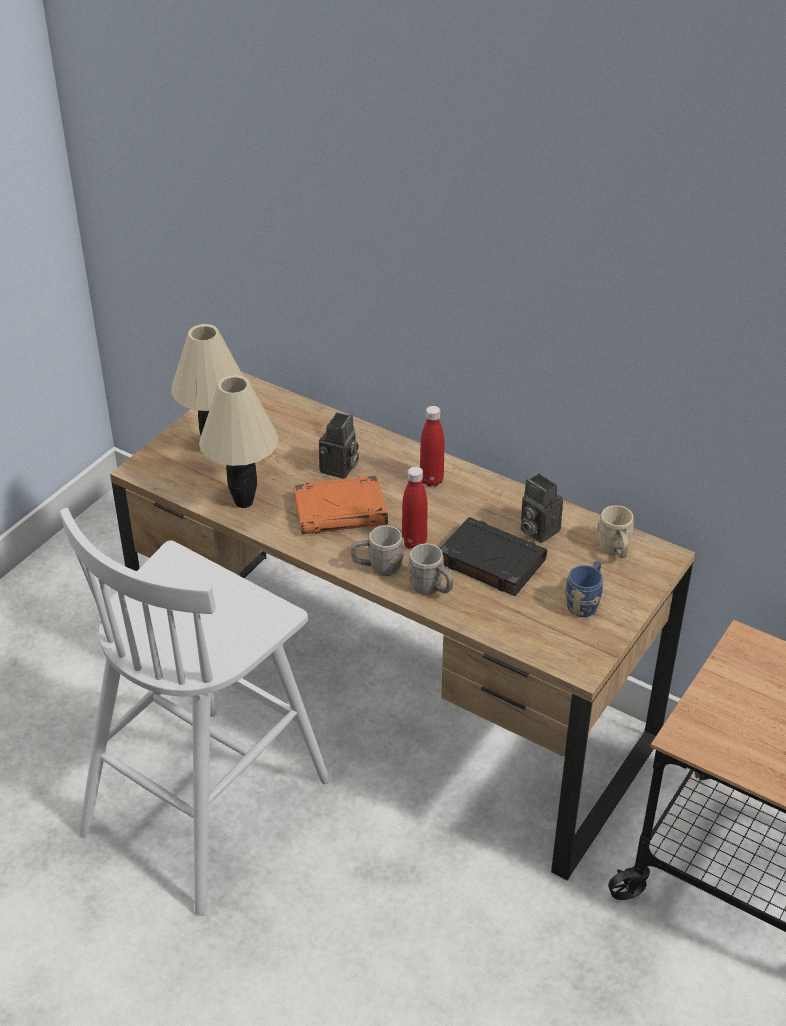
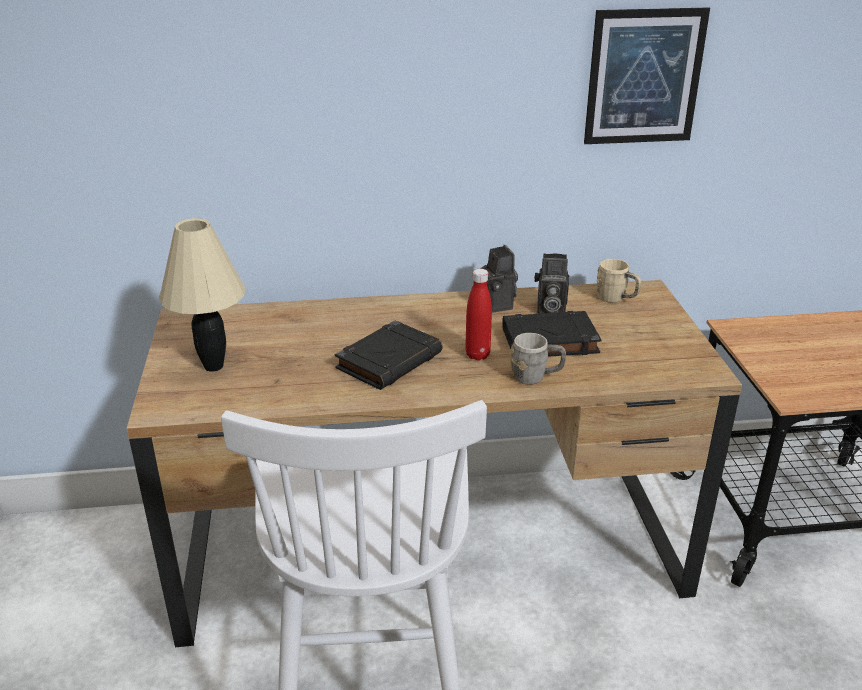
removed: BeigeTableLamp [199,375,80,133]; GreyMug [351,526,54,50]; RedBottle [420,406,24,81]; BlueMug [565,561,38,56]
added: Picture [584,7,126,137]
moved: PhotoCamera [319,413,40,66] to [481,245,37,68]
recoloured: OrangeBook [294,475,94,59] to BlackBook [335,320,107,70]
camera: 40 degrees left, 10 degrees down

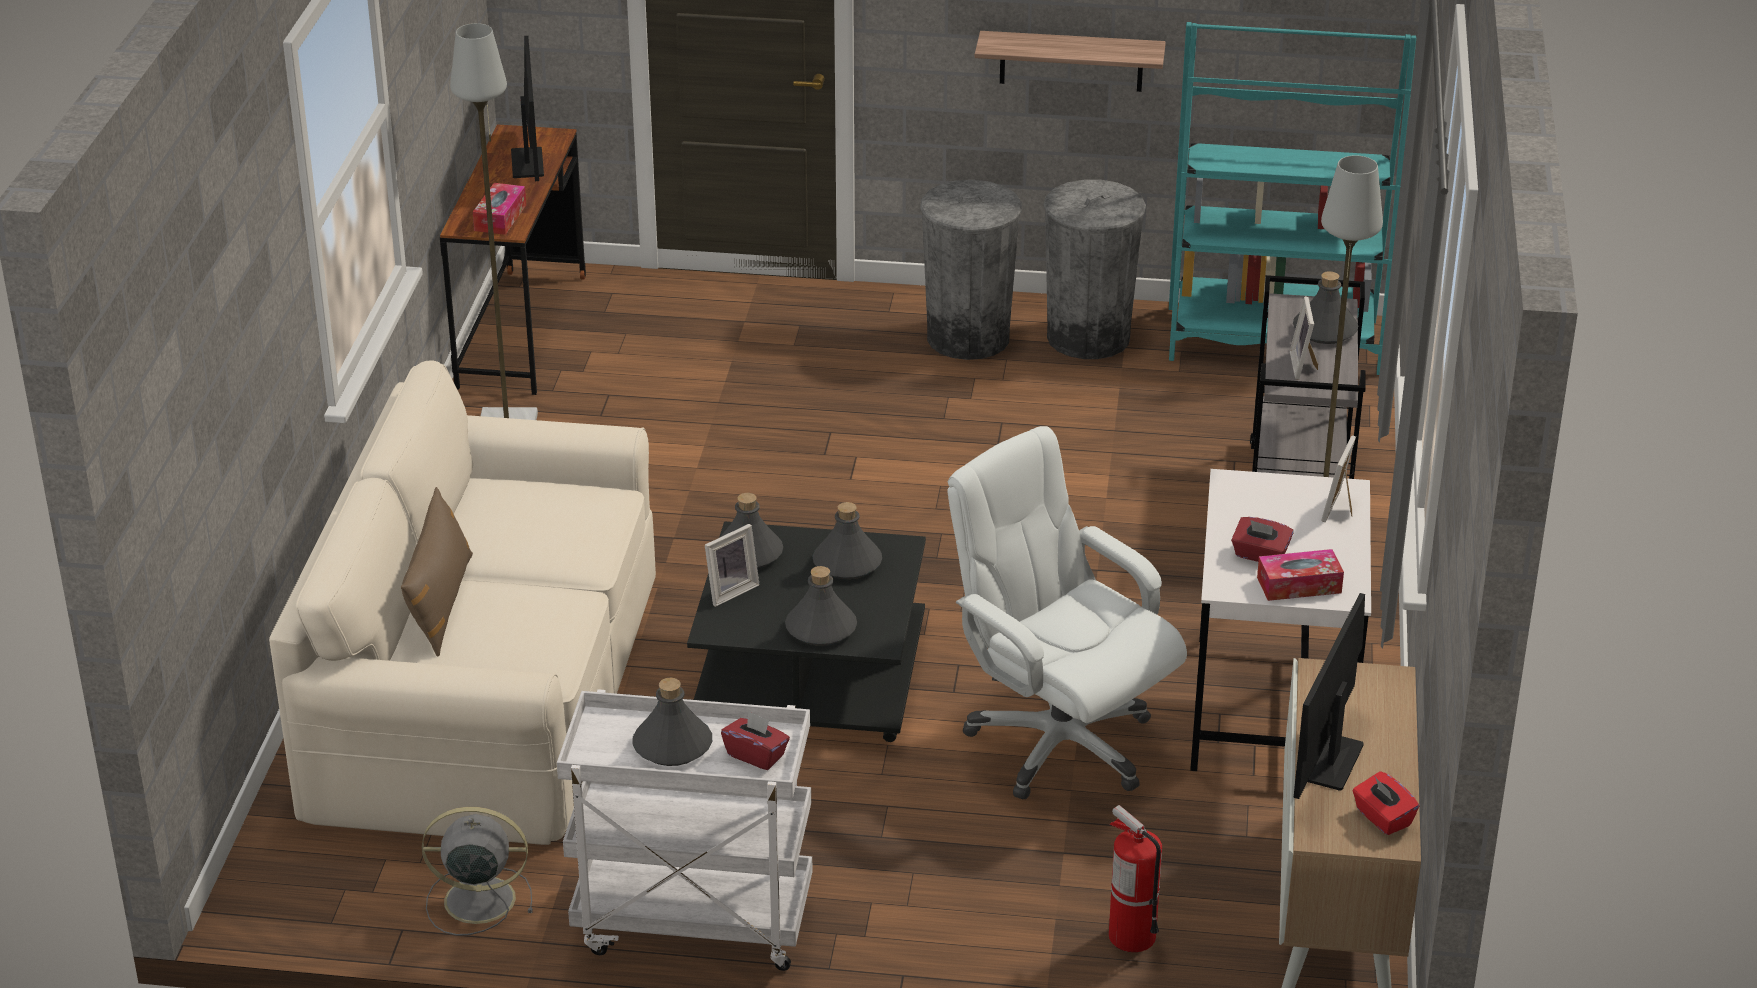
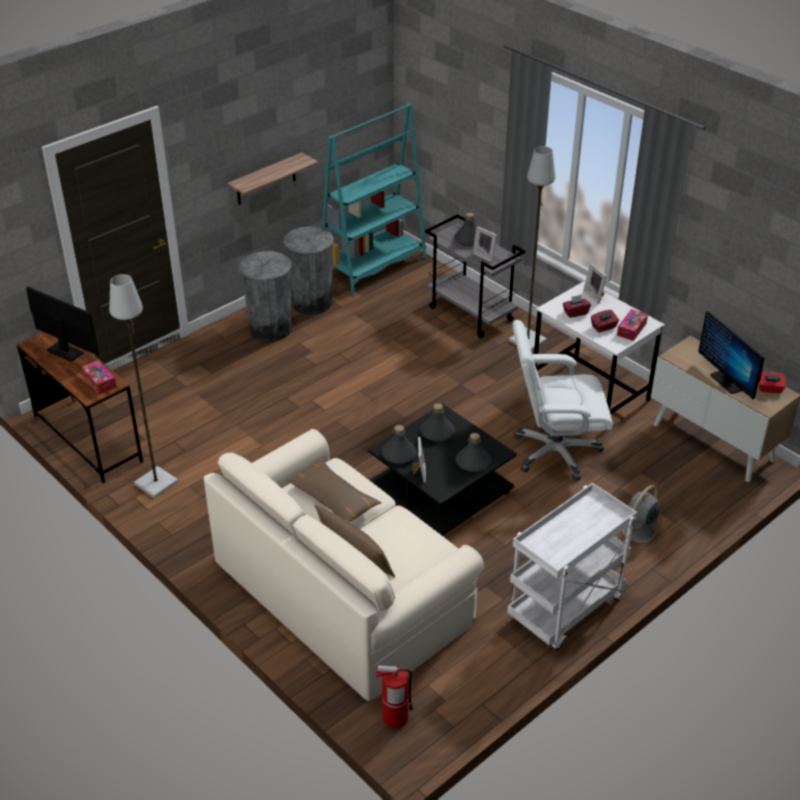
removed: GreyBottle [633,678,79,88]
added: BrownPillow [286,458,95,64]
moved: FireExtinguisher [1109,805,53,147] to [375,665,38,63]; RedTissueBox [721,711,69,59] to [563,295,28,23]; GreyFan [422,807,111,129] to [616,485,46,65]
camera: 50 degrees left, 5 degrees up

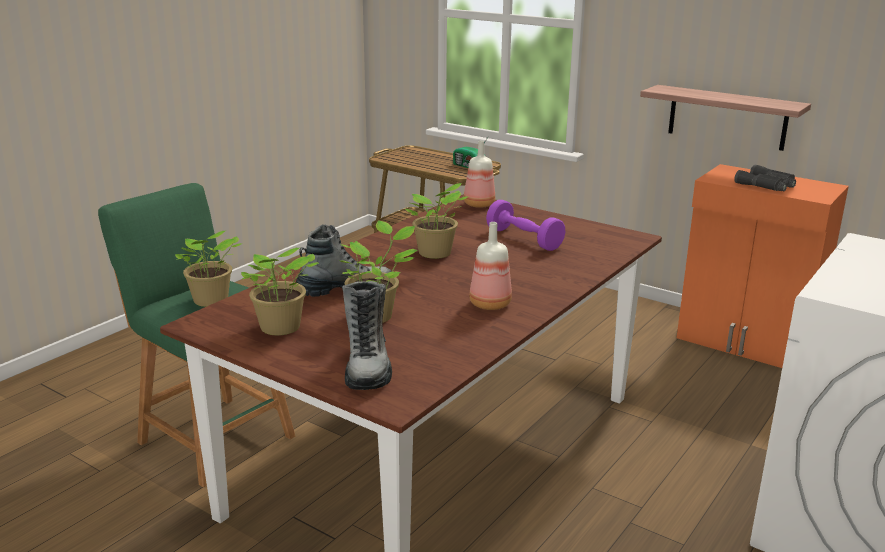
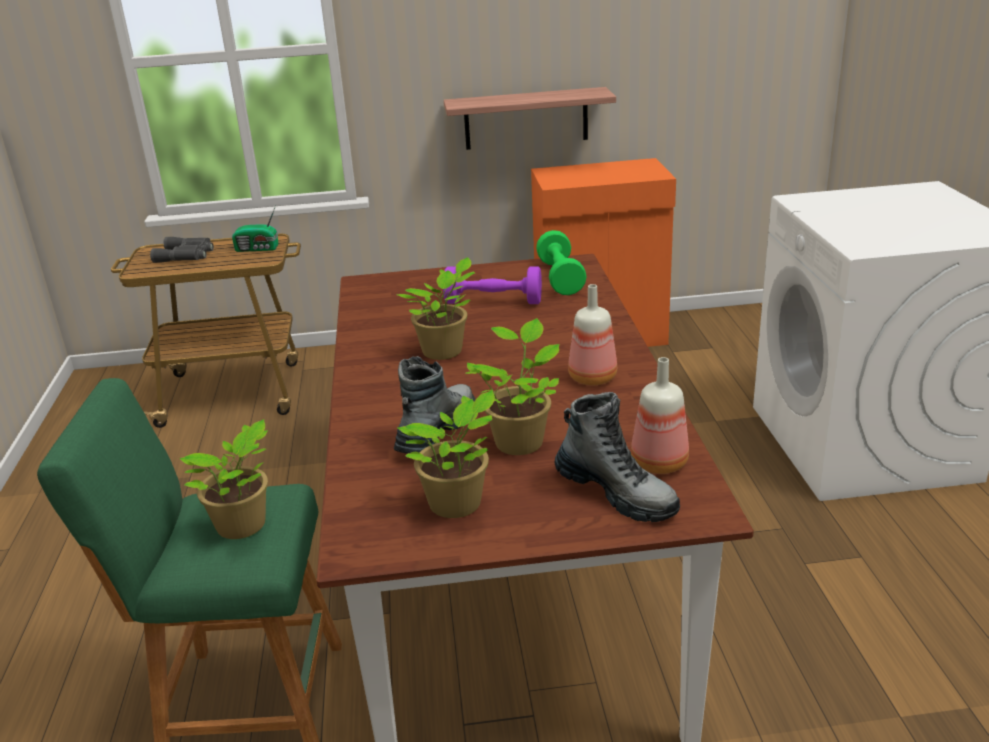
added: GreenDumbbell [536,230,51,65]
moved: GreyBinoculars [734,165,62,26] to [150,237,64,26]; Bottle [464,140,31,68] to [631,357,58,117]
camera: 40 degrees left, 5 degrees up

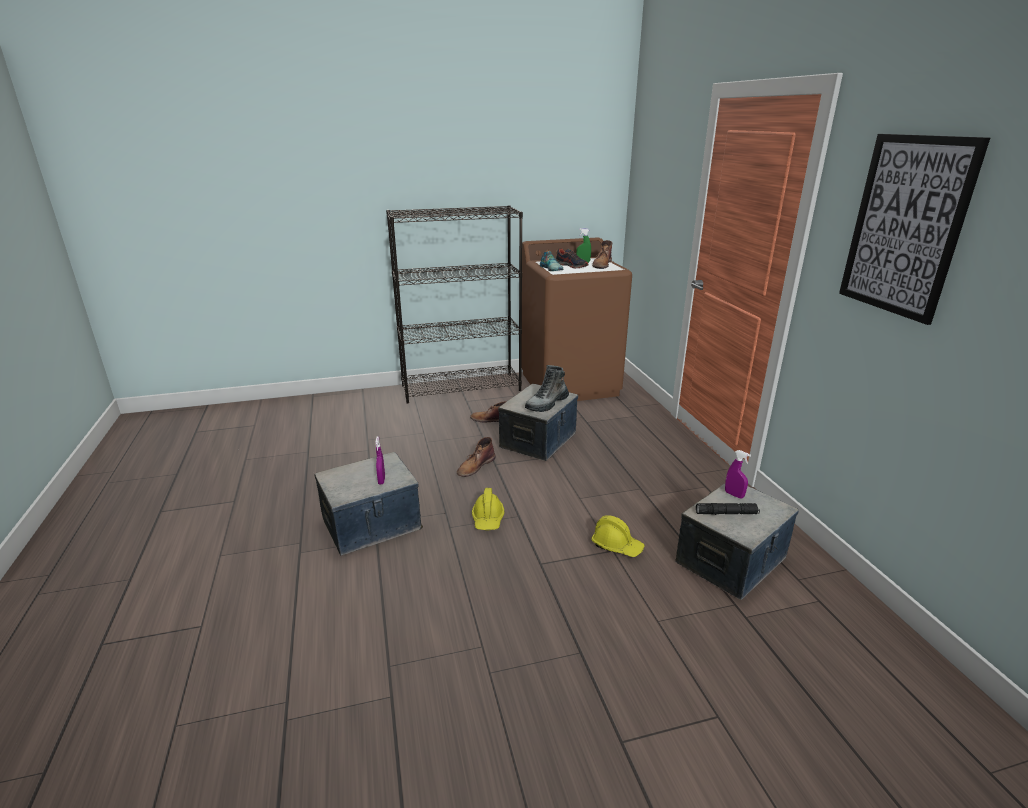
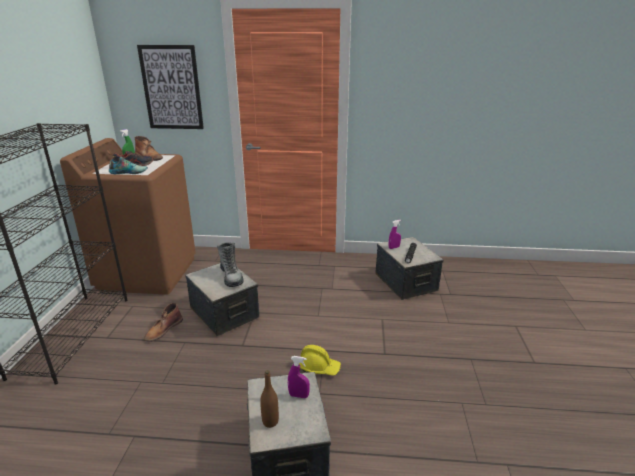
removed: BrownBoot [457,437,38,40]; YellowHardHat [591,515,54,42]
added: BrownBottle [260,370,19,58]
moved: Picture [839,134,151,191] to [137,45,67,84]
camera: 70 degrees left, 0 degrees up

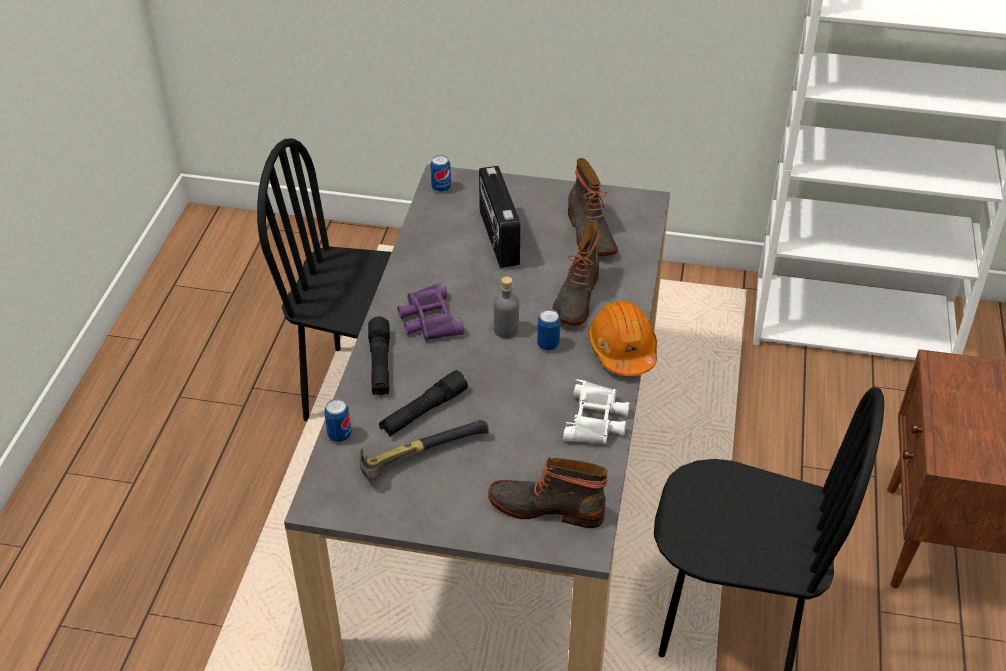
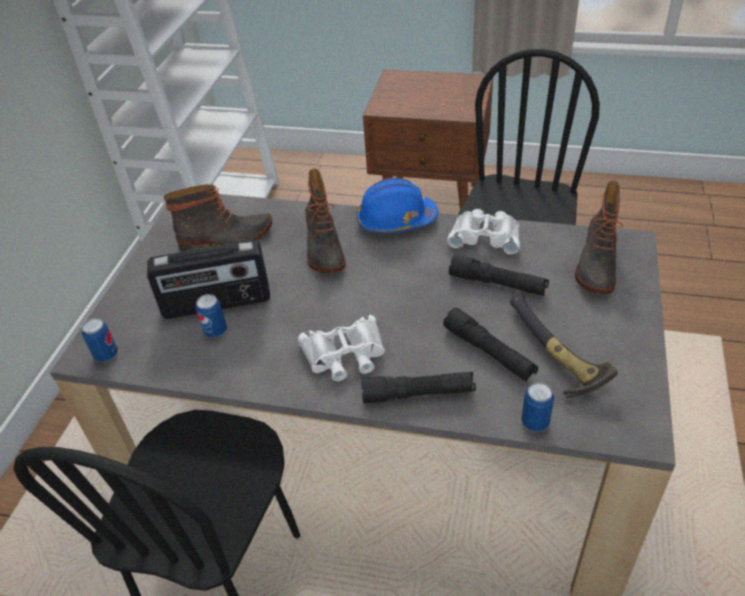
removed: GreyBottle [494,277,25,61]
added: BlackFlashlight [449,254,100,42]
moved: Can [537,309,23,41] to [196,294,31,44]
recoloured: PurpleBinoculars [398,282,66,58] to WhiteBinoculars [298,315,87,66]; OrangeHardHat [588,301,69,75] to BlueHardHat [356,178,83,55]
turned: Boot [552,220,47,106] = [305,168,41,105] 60 degrees clockwise
camera: 85 degrees left, 0 degrees up

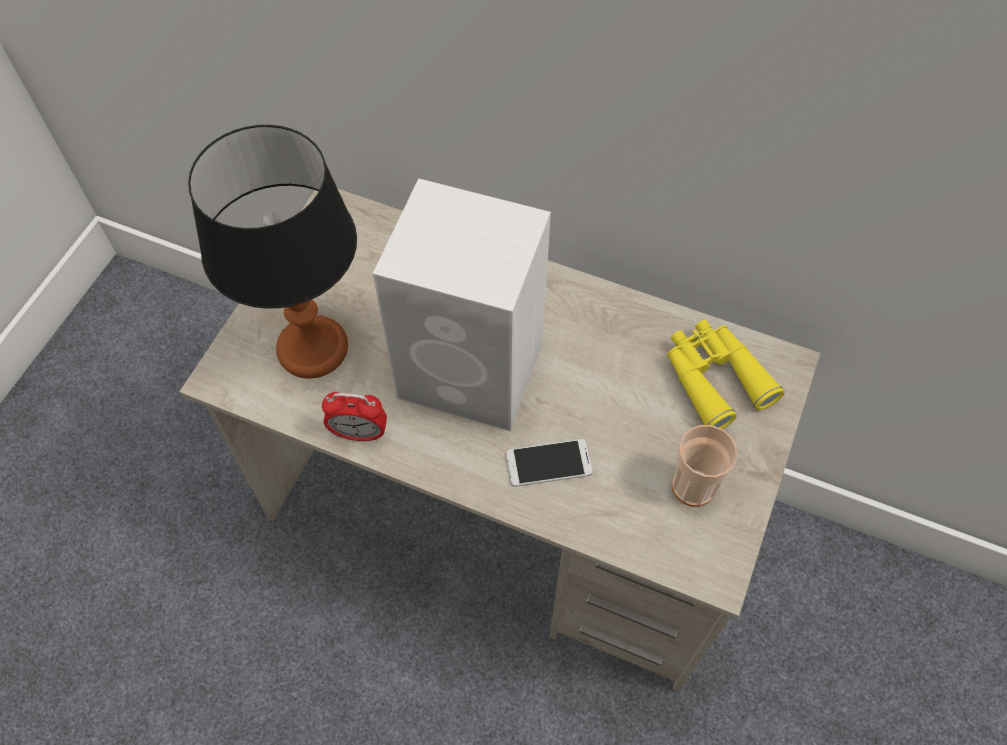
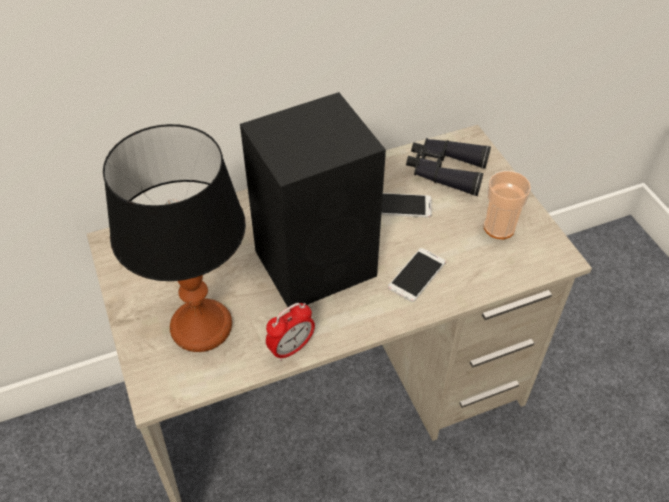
added: Phone [381,193,51,25]
recoloured: WhiteSpeaker [373,178,178,253] to BlackSpeaker [240,92,146,215]; YellowBinoculars [667,320,118,109] to BlackBinoculars [406,138,85,58]
camera: 45 degrees left, 10 degrees down

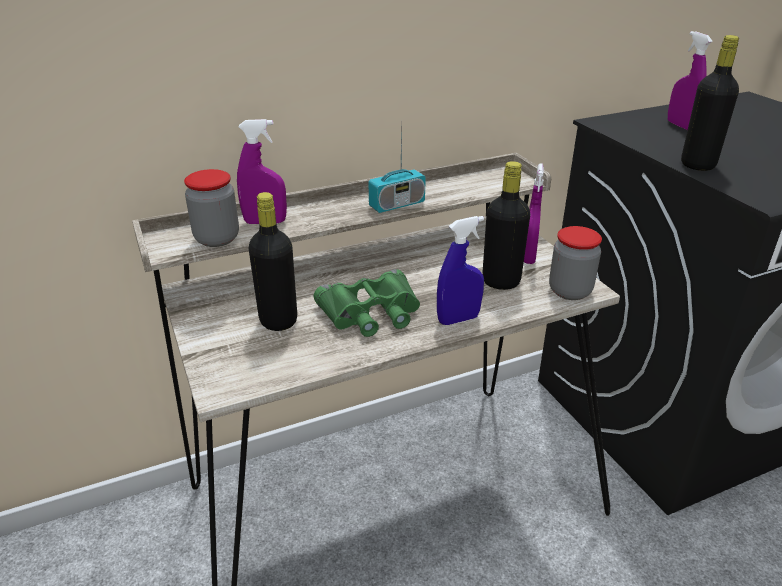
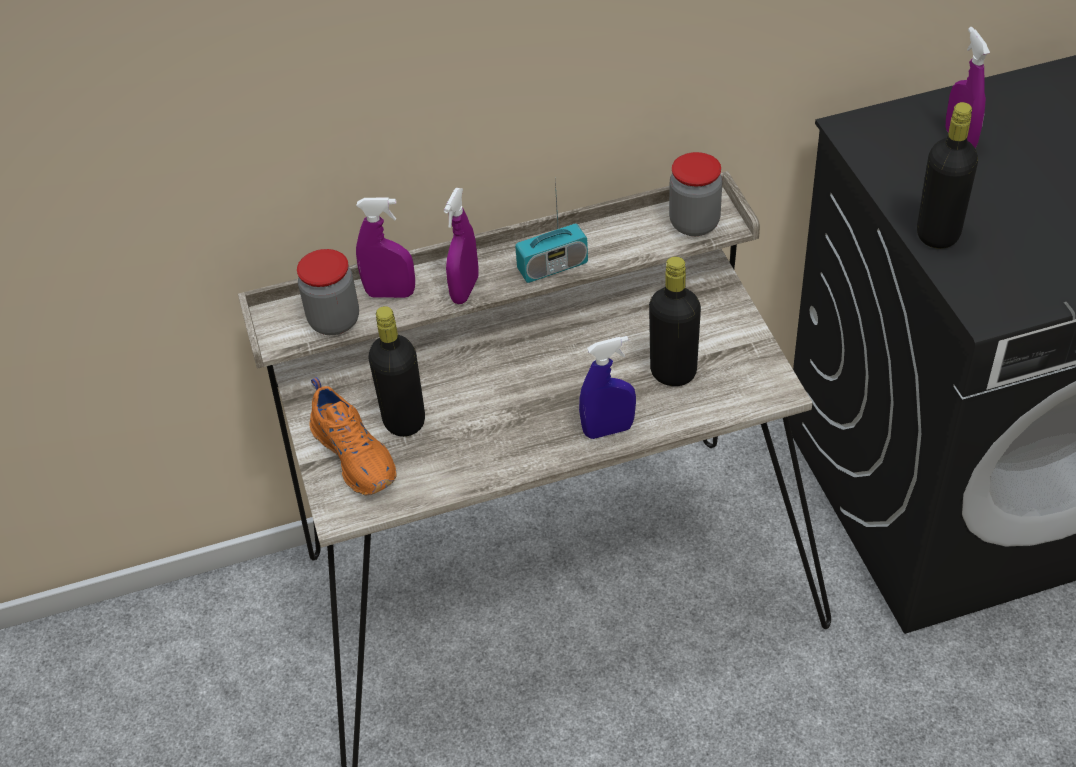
removed: GreenBinoculars [314,269,106,68]
added: OrangeShoe [309,377,87,118]
moved: PurpleSprayBottle [524,163,20,101] to [444,188,34,116]; Jar [549,226,53,74] to [669,152,53,84]
camera: 10 degrees right, 15 degrees up

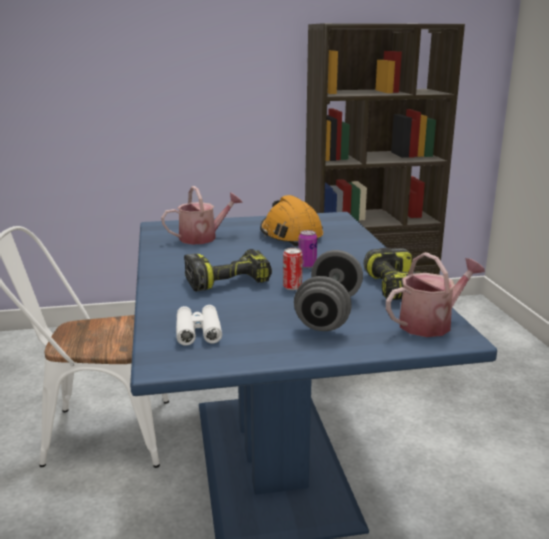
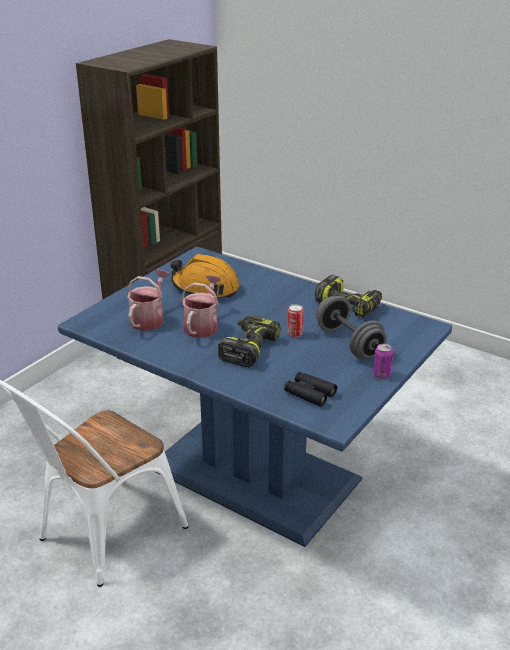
moved: WateringCan [386,252,99,85] to [181,275,40,63]; Can [298,230,19,38] to [373,344,20,35]
recoloured: WhiteBinoculars [176,305,46,41] to BlackBinoculars [284,372,53,35]
camera: 45 degrees left, 10 degrees up

